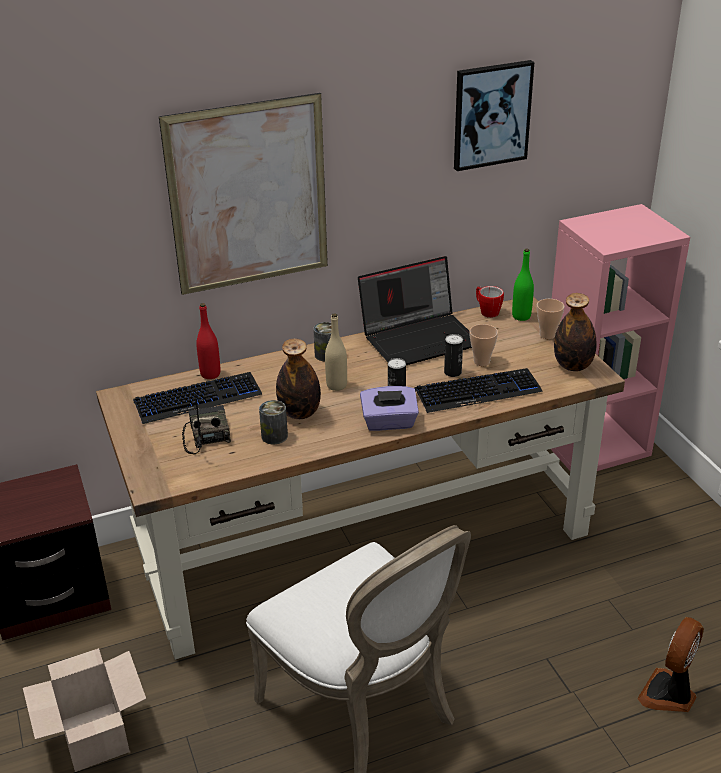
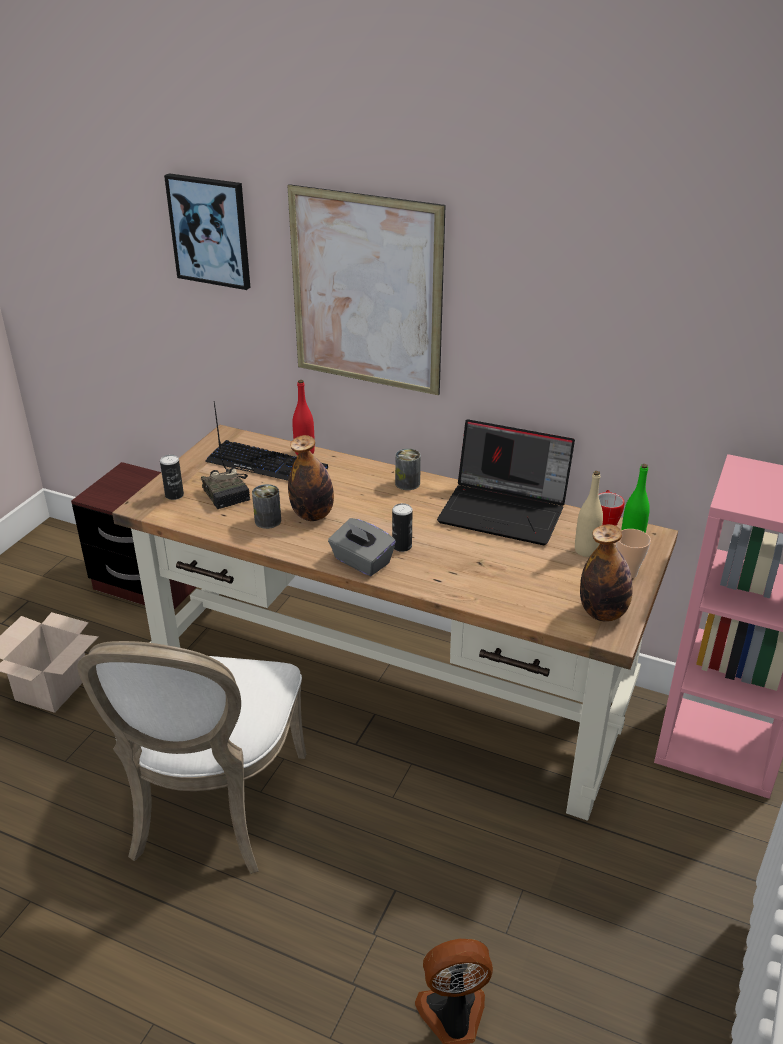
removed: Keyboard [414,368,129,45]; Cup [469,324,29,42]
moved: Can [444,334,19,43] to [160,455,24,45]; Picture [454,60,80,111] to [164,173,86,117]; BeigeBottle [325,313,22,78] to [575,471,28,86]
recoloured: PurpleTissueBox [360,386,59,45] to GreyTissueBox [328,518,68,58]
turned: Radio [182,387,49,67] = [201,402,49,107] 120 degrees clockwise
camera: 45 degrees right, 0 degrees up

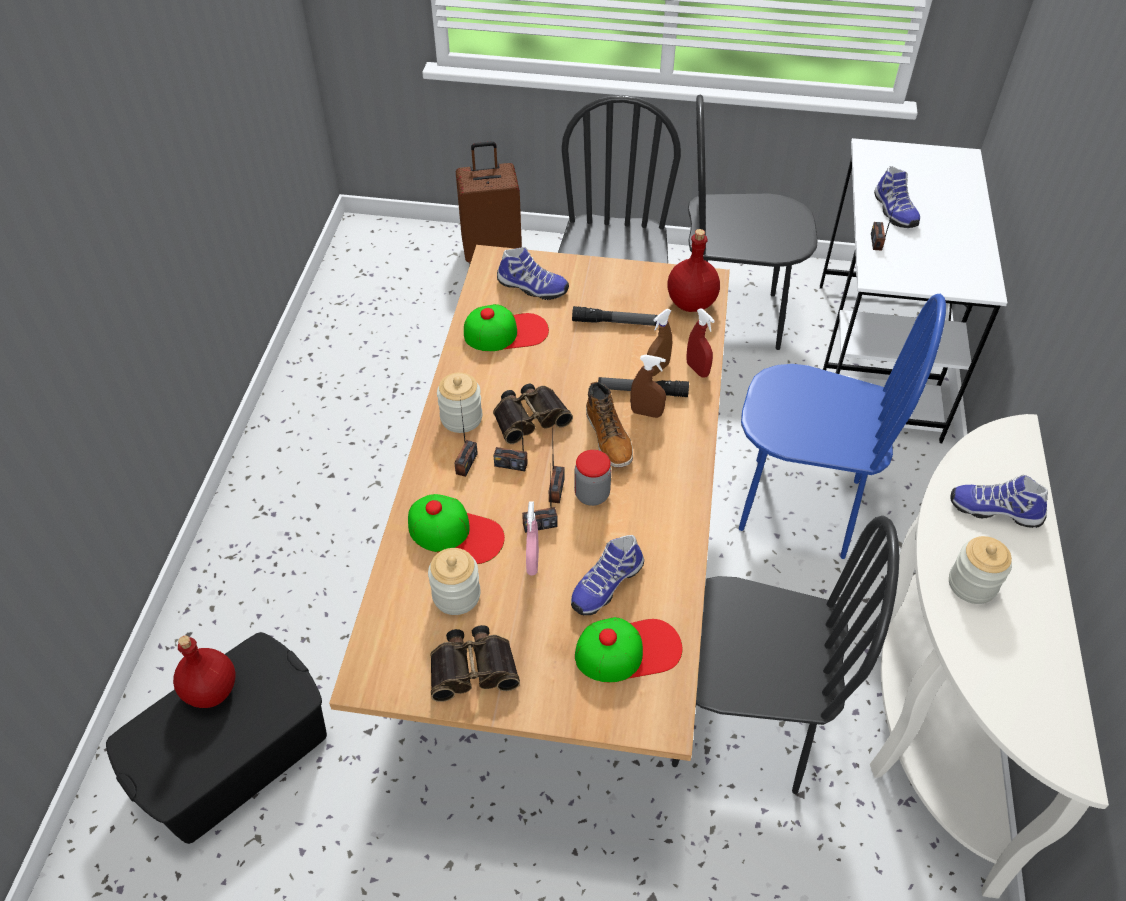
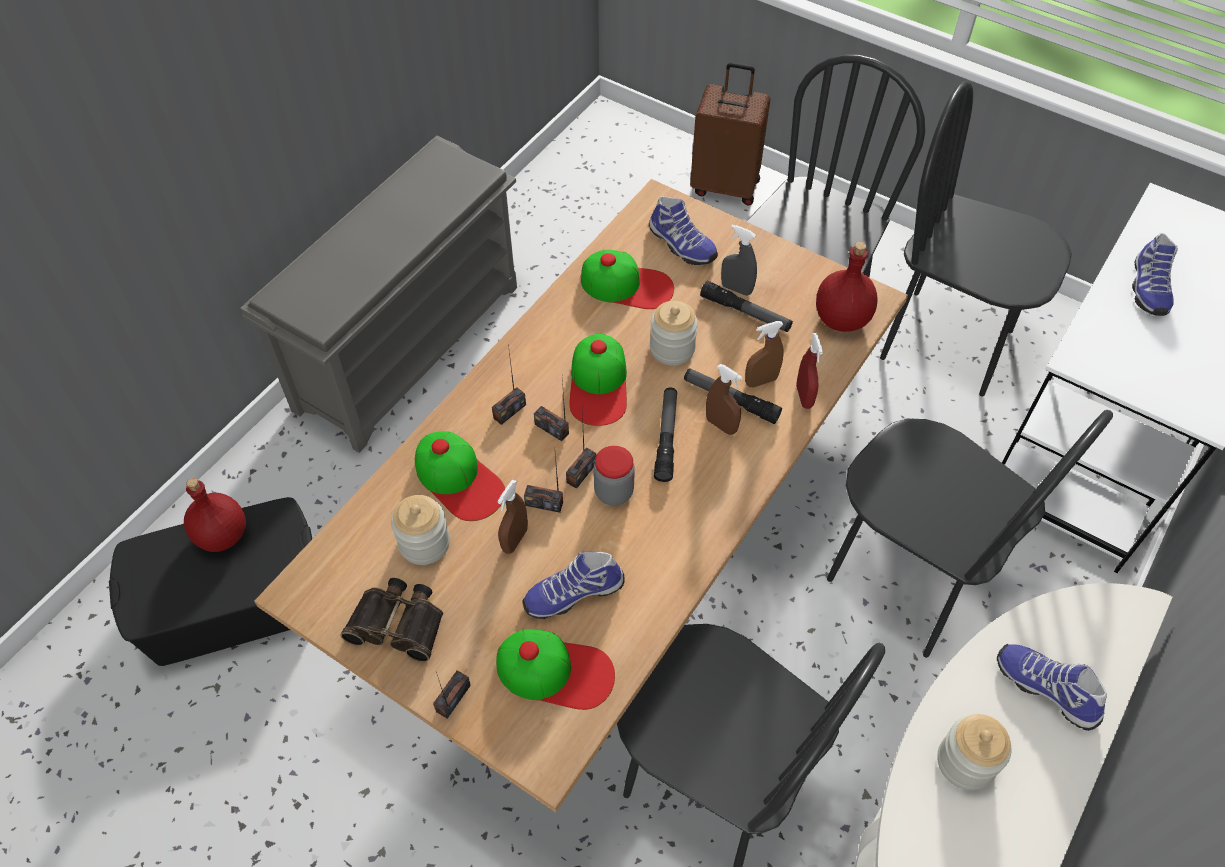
added: GreyShoeRack [240,136,277,317]; GreySprayBottle [721,224,36,72]
moved: Radio [871,191,28,60] to [433,670,38,49]; Jar [437,372,45,61] to [650,301,48,65]
replaced: Binoculars [493,384,80,60] to Cap [569,334,58,92]; Boot [586,381,47,87] to Flashlight [654,388,23,94]
recoloured: PinkSprayBottle [526,501,13,75] to BrownSprayBottle [497,480,31,74]; BlueChair [739,294,207,265] to BlackChair [827,410,286,248]
camera: 25 degrees right, 5 degrees up

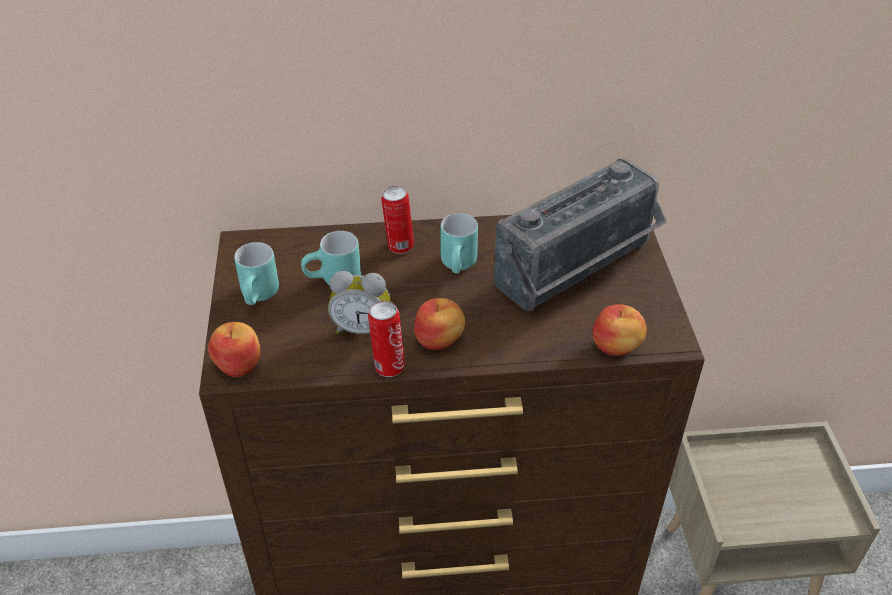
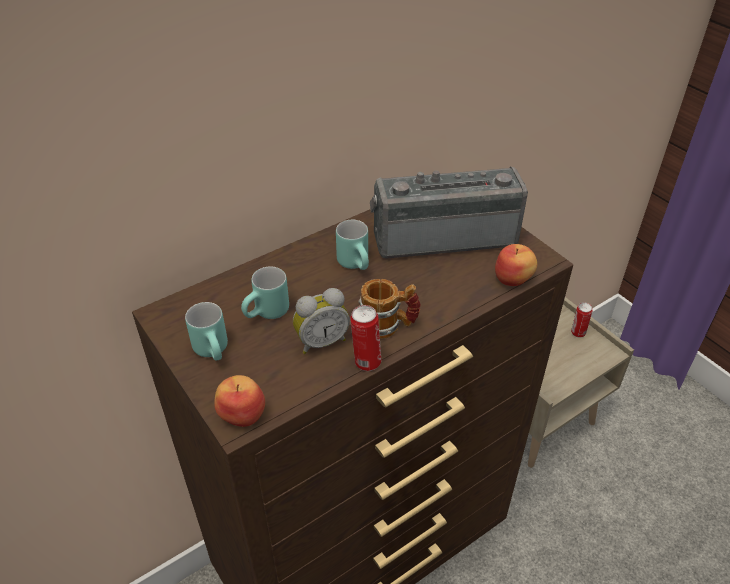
moved: Can [381,186,33,68] to [571,302,21,36]
replaced: Apple [414,298,51,52] to Mug [358,279,63,60]
turned: Radio [494,158,173,153] = [370,167,158,92] 120 degrees counterclockwise
camera: 30 degrees left, 0 degrees up

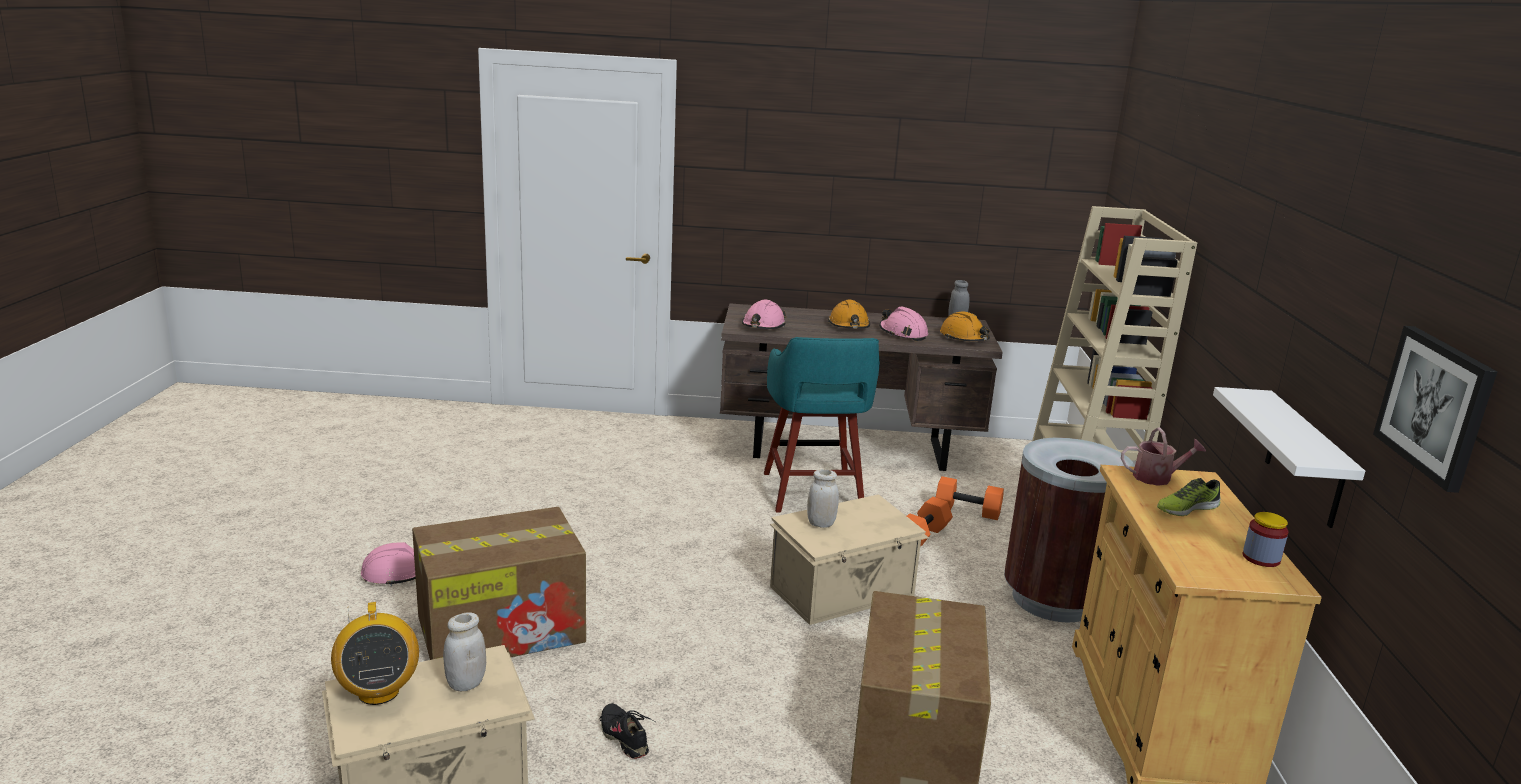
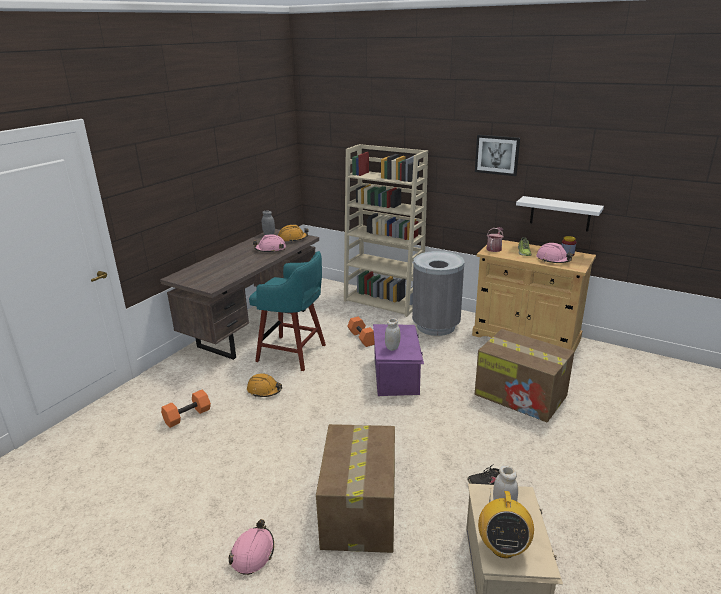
moved: OrangeDumbbell [936,476,68,44] to [161,390,50,38]; OrangeHardHat [828,300,42,28] to [247,373,35,24]; Picture [1373,326,124,167] to [475,135,45,41]; PinkHardHat [742,299,44,30] to [536,243,37,20]
recoloured: BeigeStorageBox [770,494,159,131] to PurpleStorageBox [373,324,51,72]; BrownTrashCan [1004,438,131,184] to GreyTrashCan [412,251,52,85]
turned: Radio [331,602,88,103] = [478,488,56,70] 90 degrees clockwise
camera: 60 degrees left, 5 degrees up

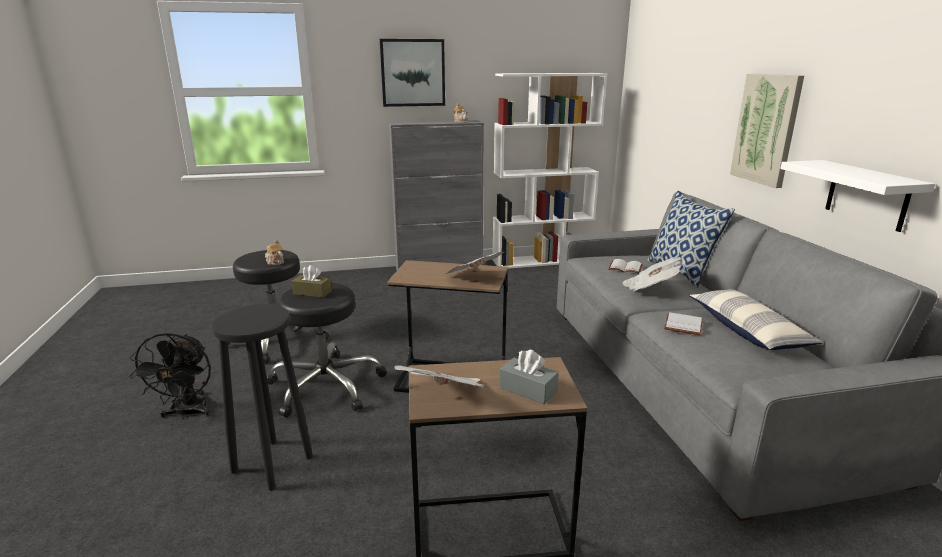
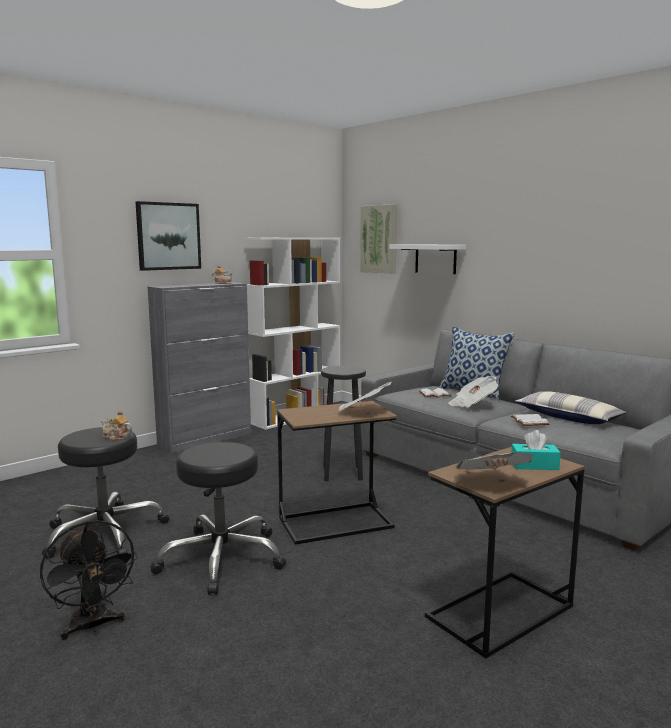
removed: BrownTissueBox [292,265,40,33]
moved: BlackStool [212,304,101,187] to [321,366,45,115]; Picture [730,74,74,114] to [360,204,37,70]; WhiteShelf [780,160,155,72] to [389,244,77,30]
recoloured: GreyTissueBox [499,349,60,55] to TurquoiseTissueBox [511,430,50,40]
camera: 30 degrees left, 10 degrees down

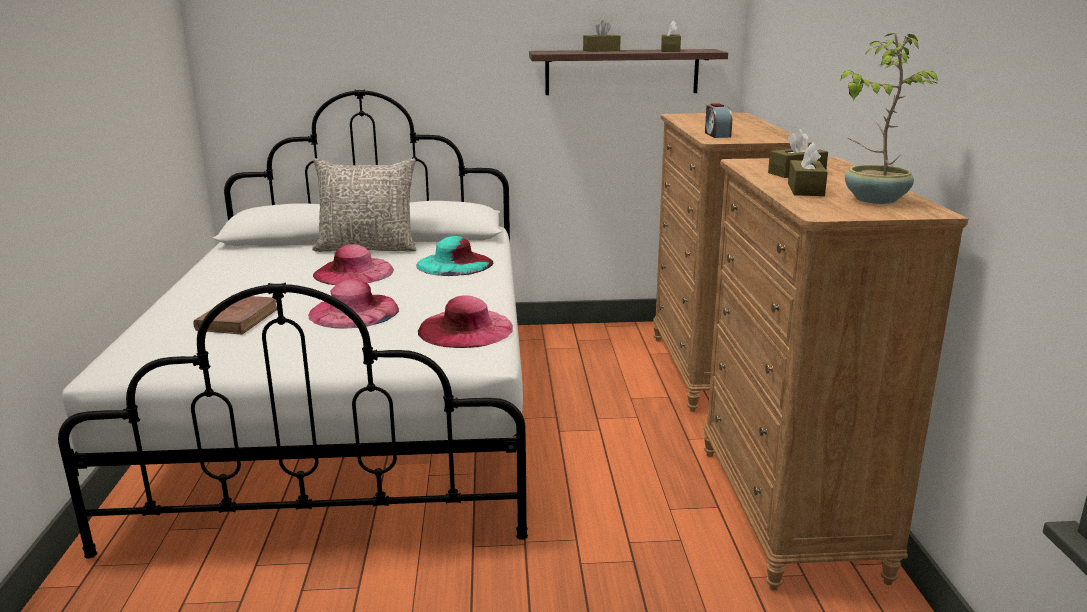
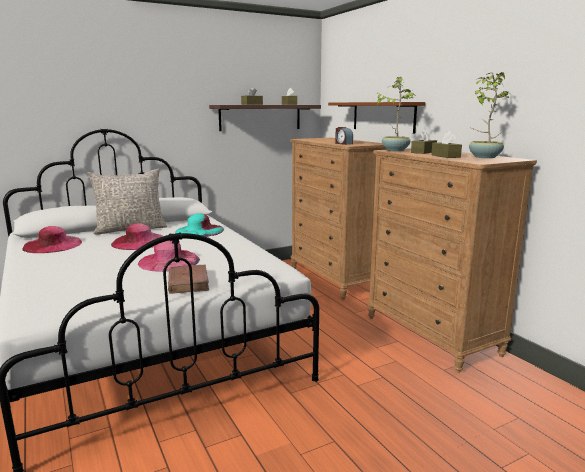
added: BrownShelf [328,102,97,32]; PottedPlant [374,77,41,74]
moved: PinkHat [418,295,95,53] to [22,226,60,27]; BrownBook [193,296,84,38] to [168,265,41,29]
camera: 25 degrees left, 5 degrees down

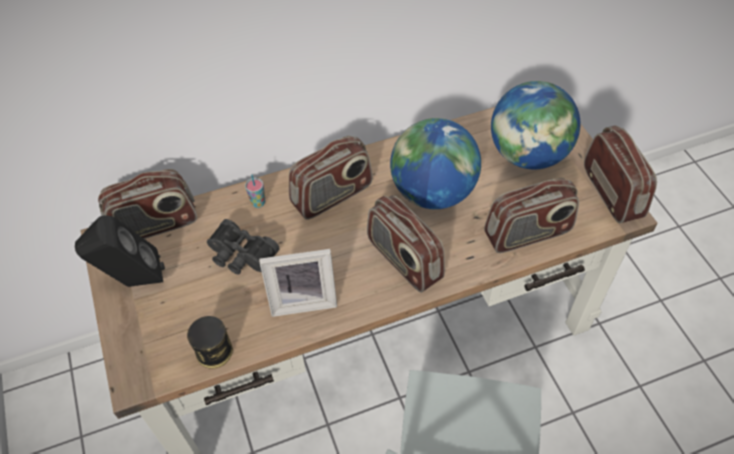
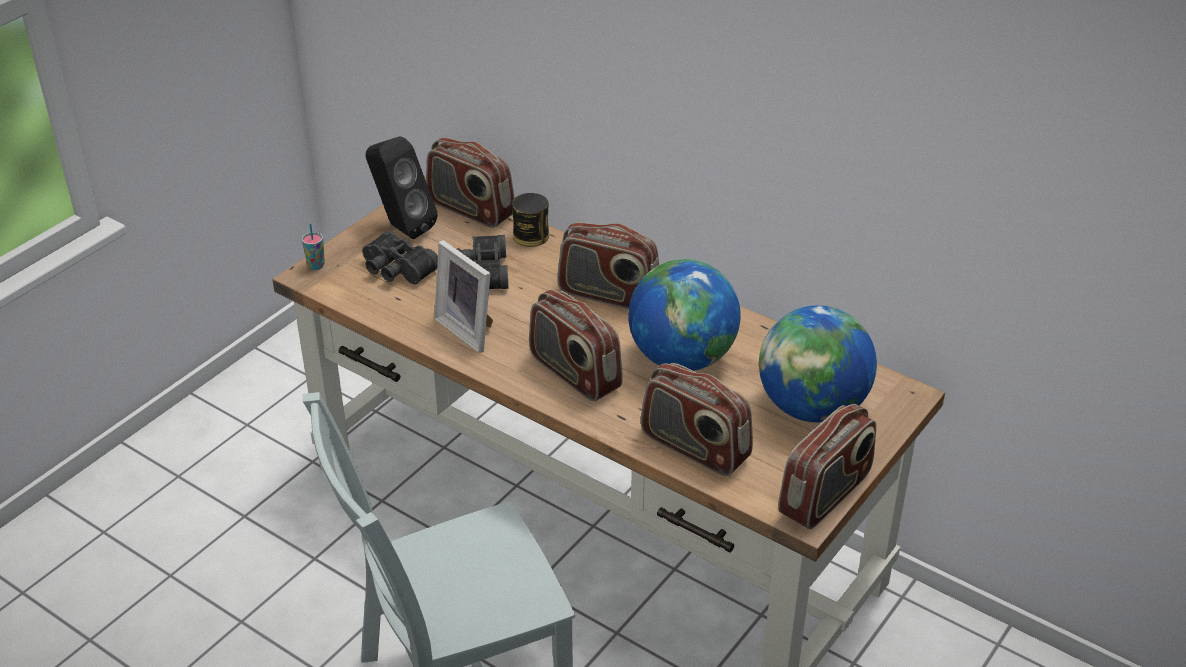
added: BlackBinoculars [362,231,76,53]
moved: Cup [245,175,20,33] to [302,224,23,46]; Can [187,316,46,53] to [512,193,37,54]
turned: Radio [367,195,78,98] = [529,289,94,112] 60 degrees counterclockwise
camera: 55 degrees right, 15 degrees down

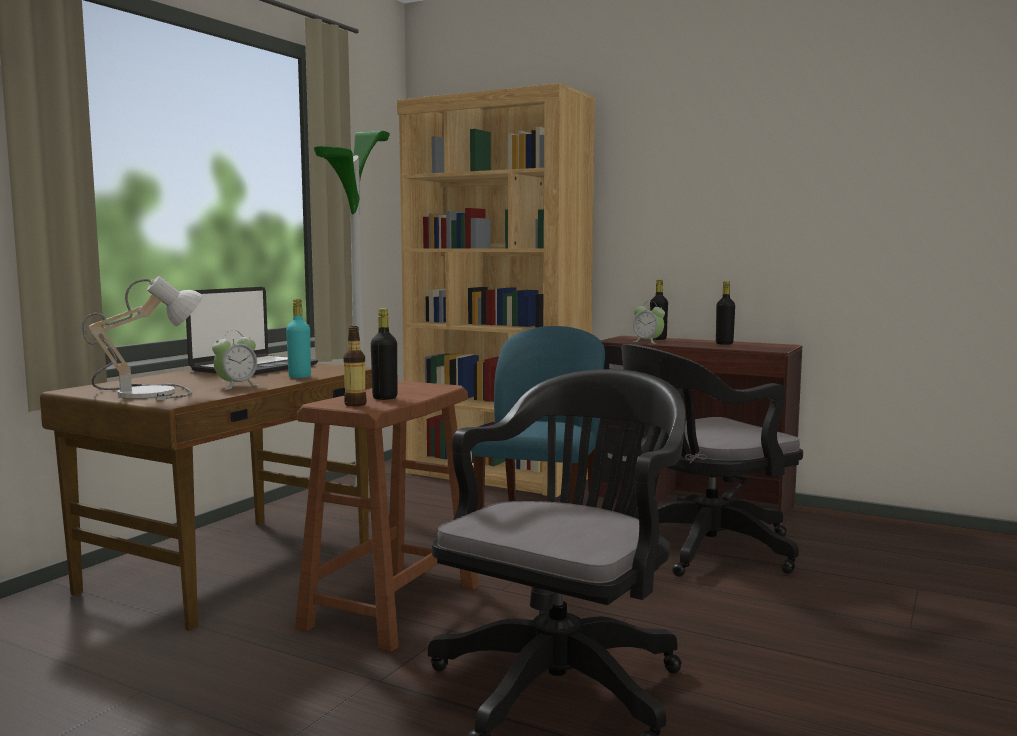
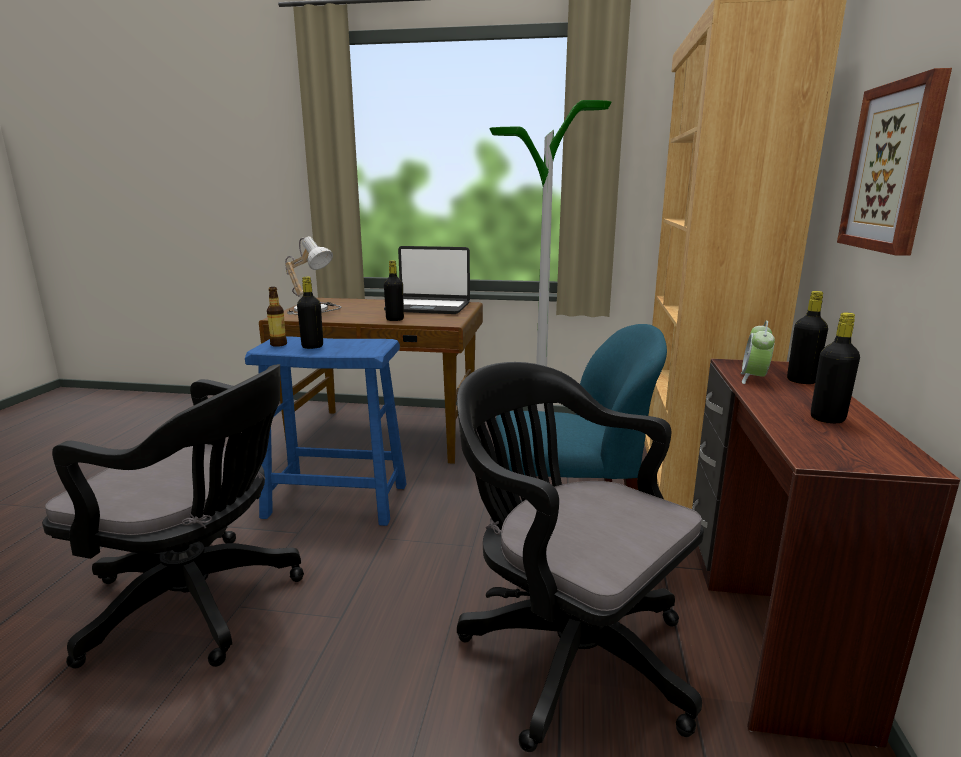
removed: AlarmClock [212,331,46,59]
added: Picture [837,68,115,188]
recoloured: BrownStool [295,381,184,271] to BlueStool [245,336,162,190]; TurquoiseBottle [286,299,25,79] to BlackBottle [384,260,20,61]
camera: 70 degrees right, 10 degrees up

